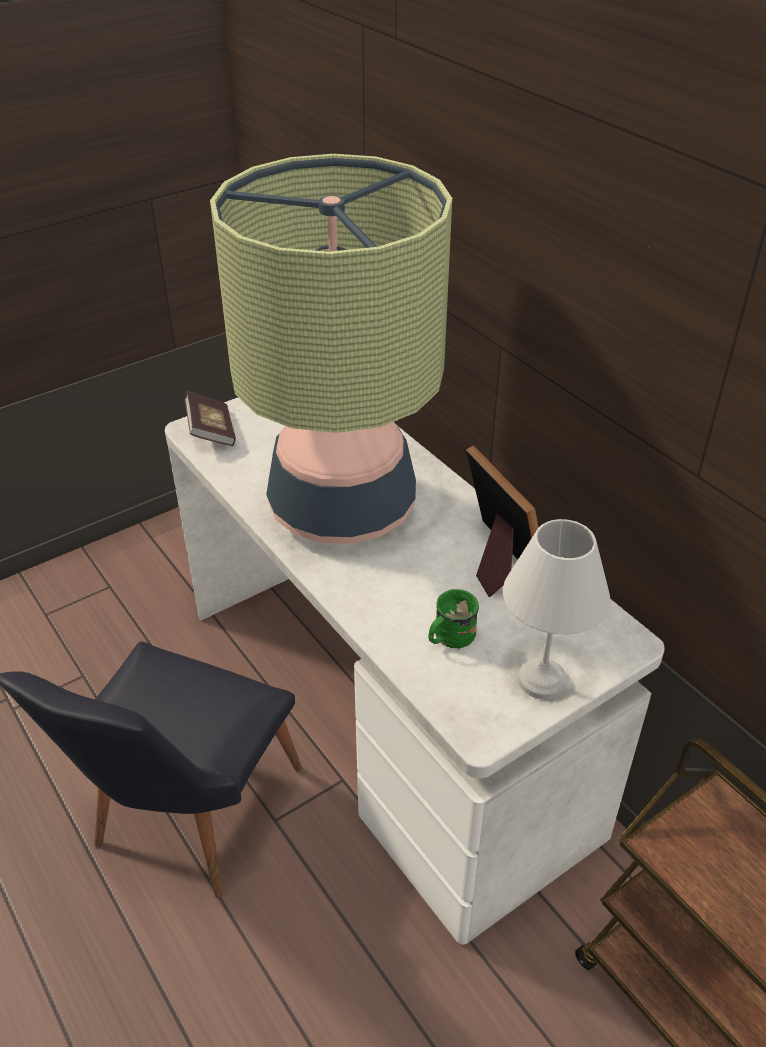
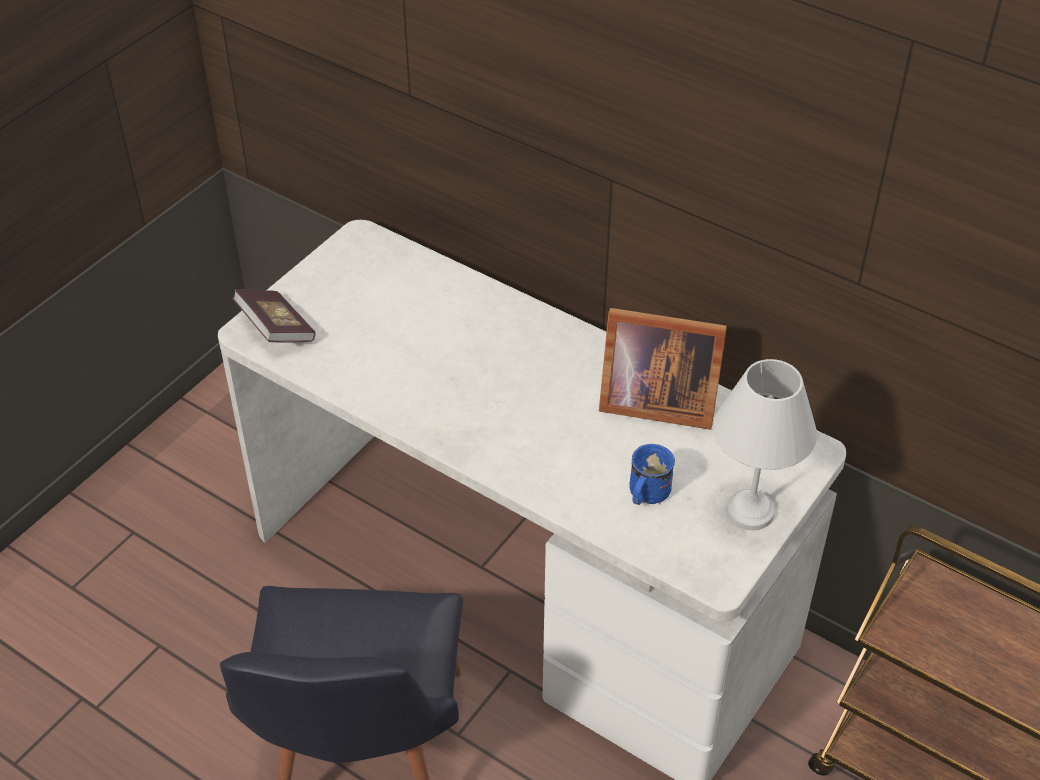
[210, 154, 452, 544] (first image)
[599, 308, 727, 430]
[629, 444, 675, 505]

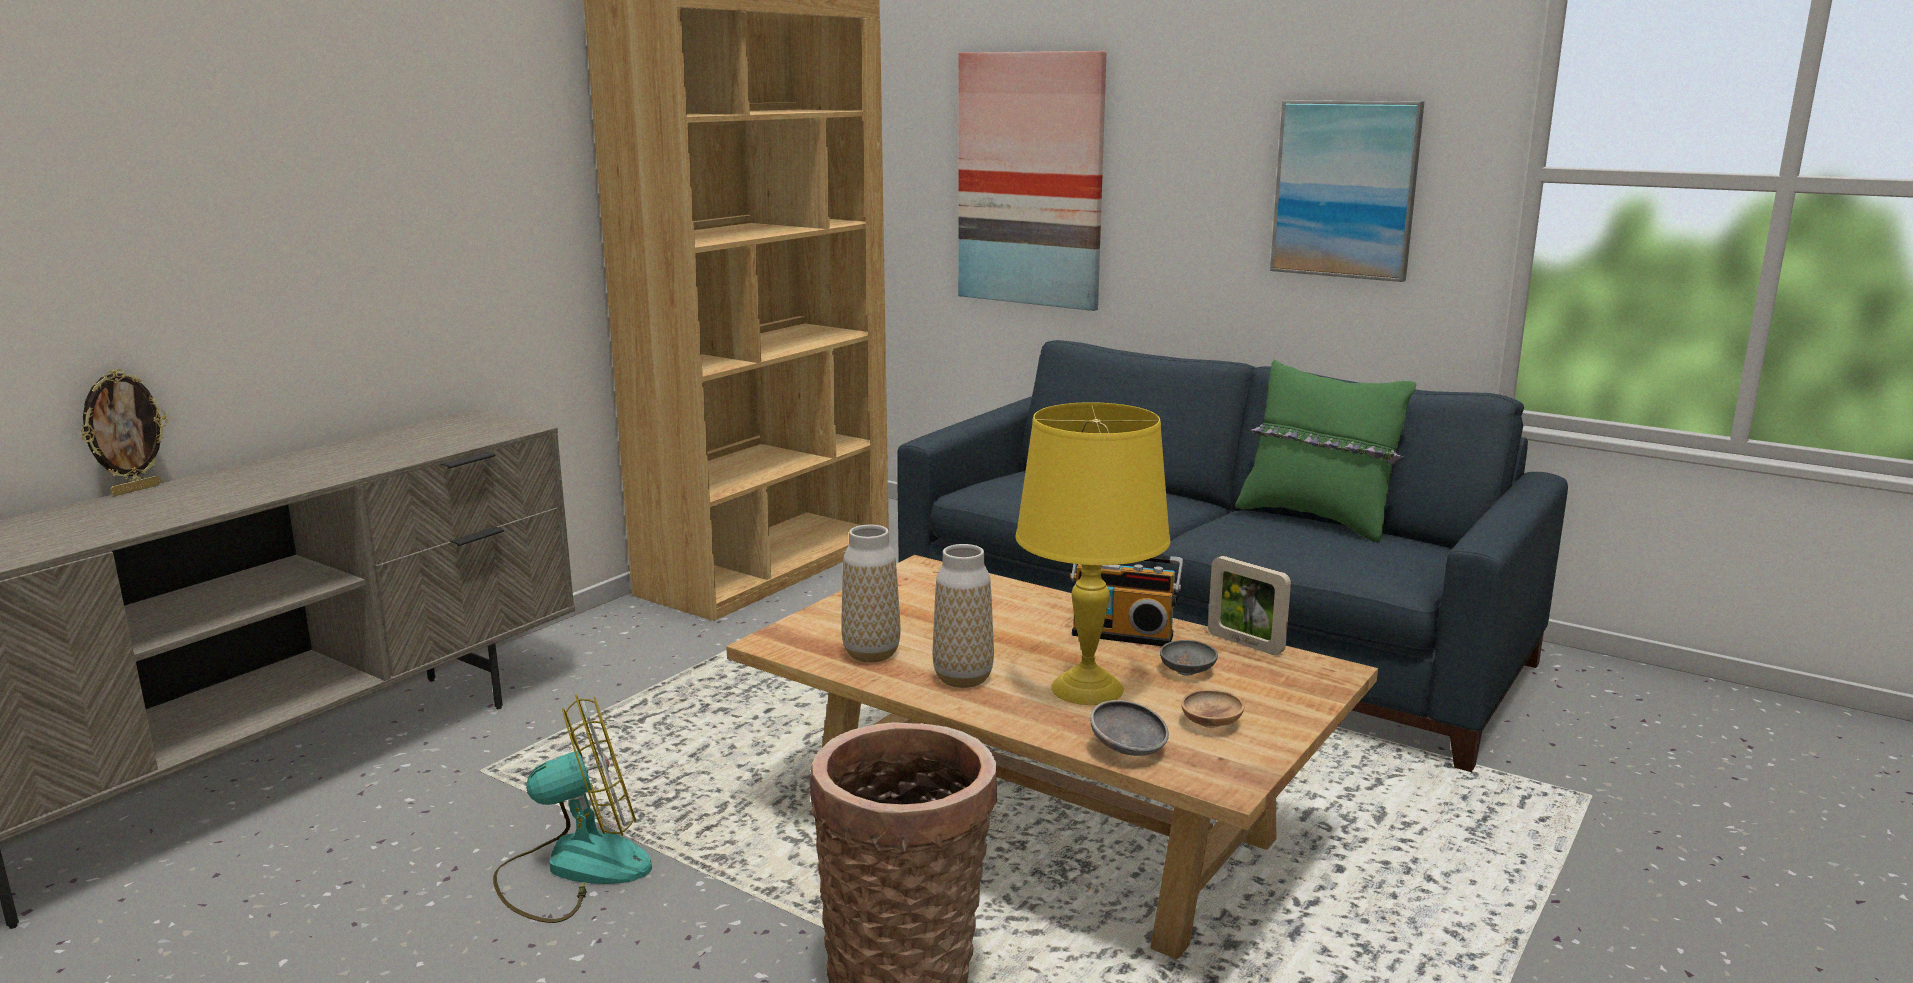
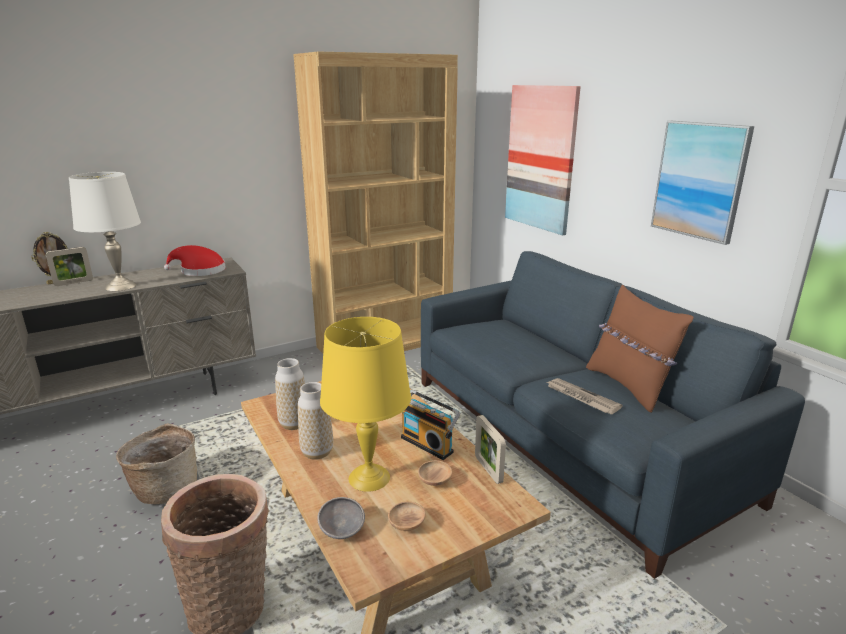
[586, 285, 694, 413]
[418, 460, 452, 486]
[116, 423, 197, 504]
[69, 172, 141, 291]
[164, 245, 226, 276]
[46, 247, 93, 286]
[547, 378, 623, 414]

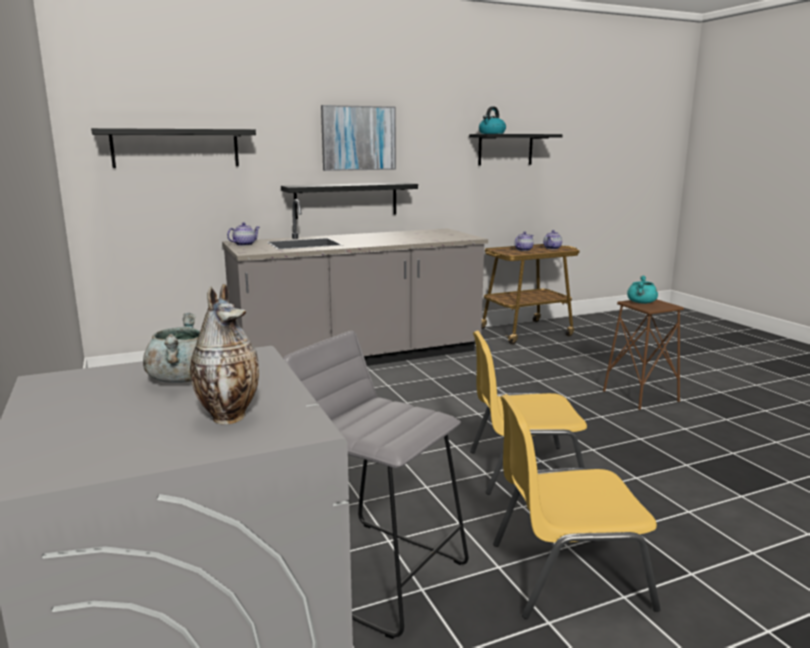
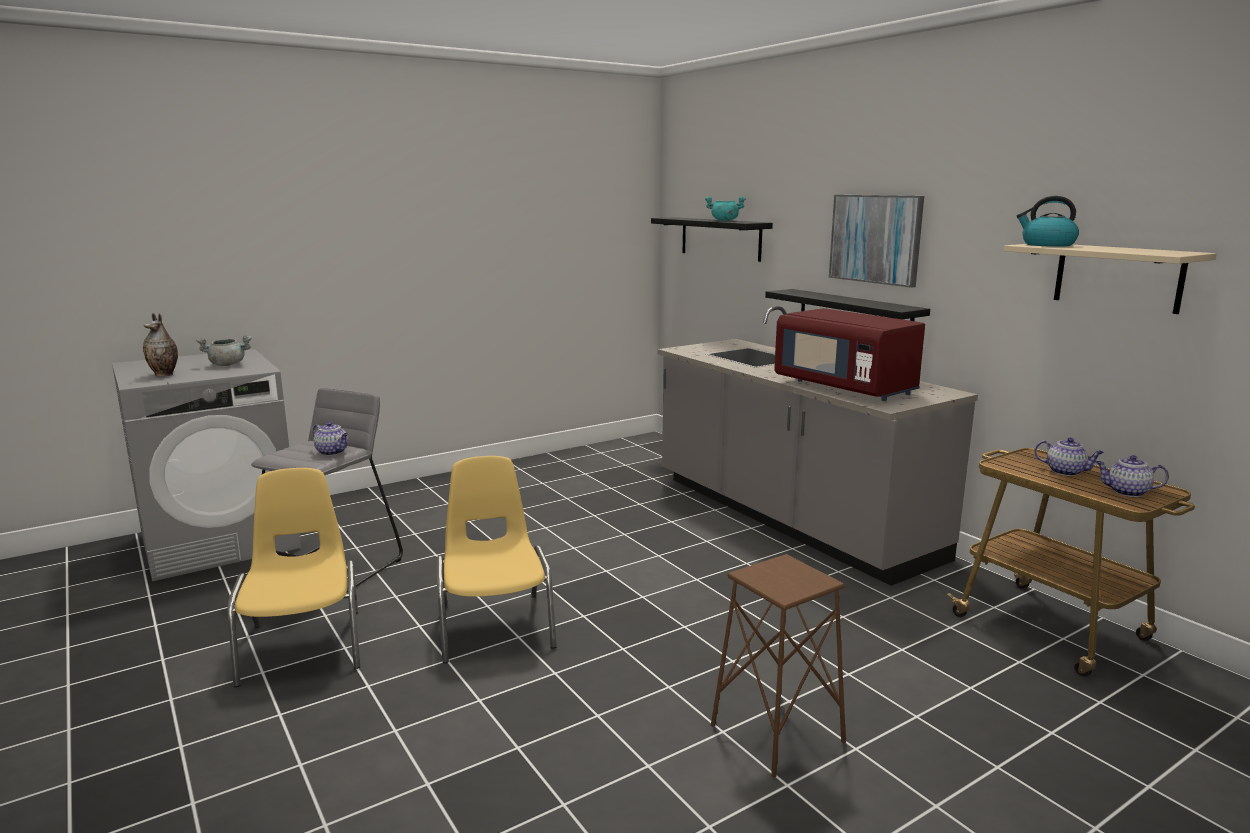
[1004, 244, 1217, 314]
[312, 422, 348, 456]
[705, 196, 746, 221]
[774, 308, 925, 401]

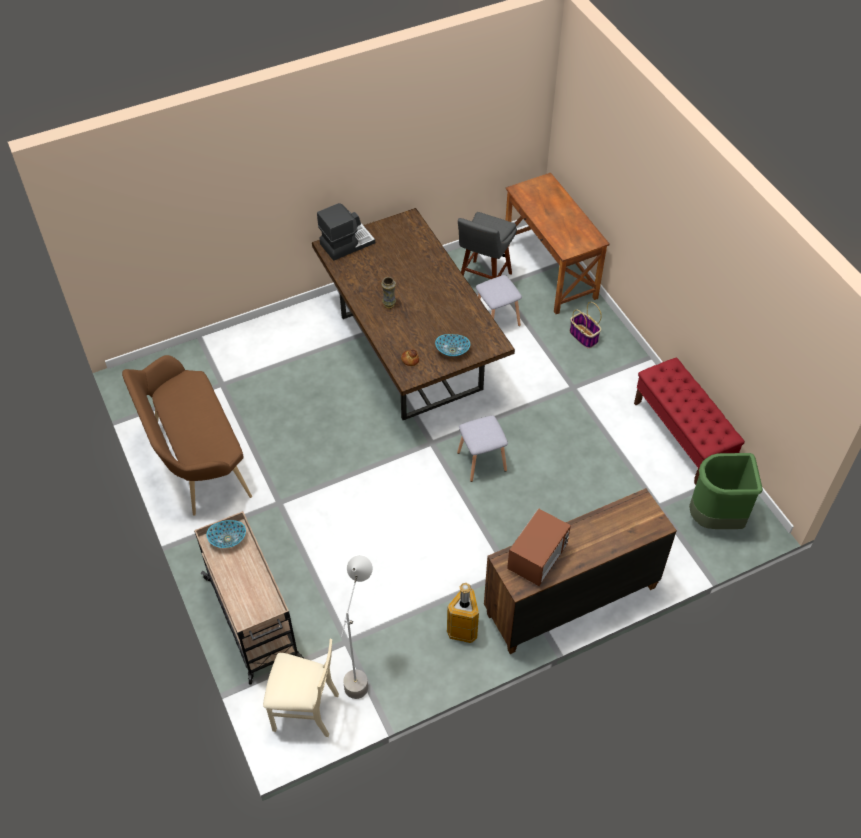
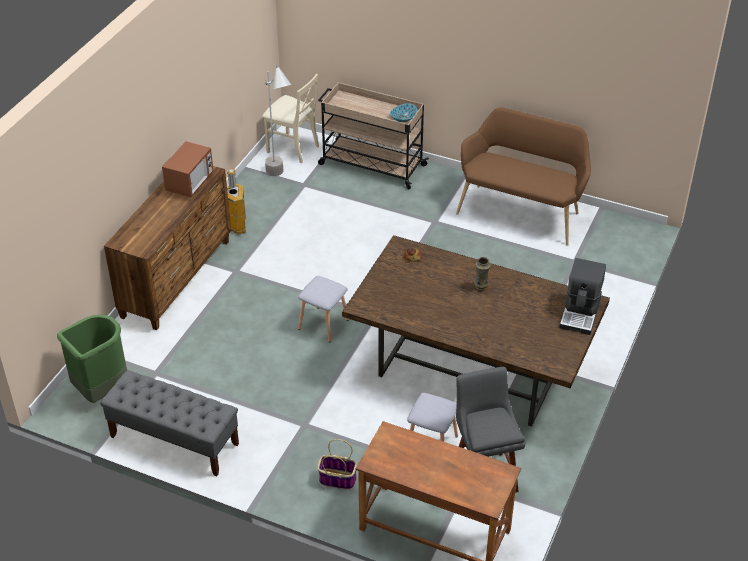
[435, 334, 470, 357] (first image)
[101, 370, 239, 476]
[162, 141, 214, 197]
[263, 74, 319, 163]

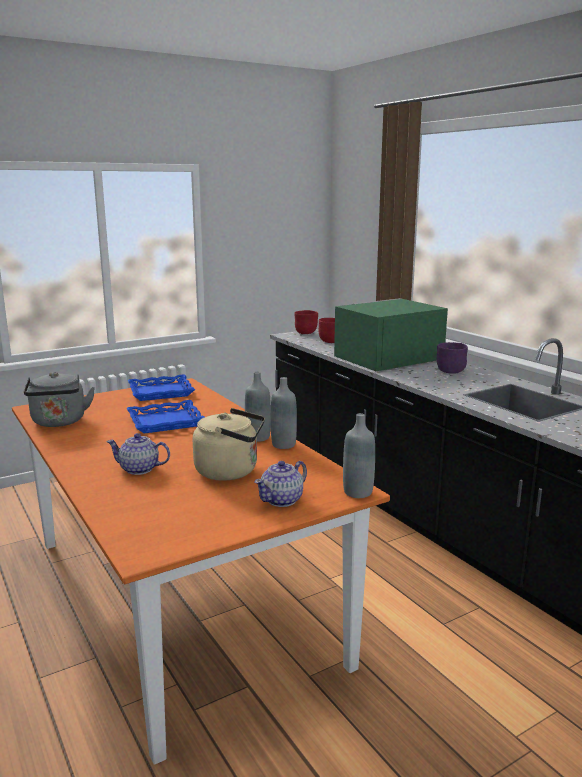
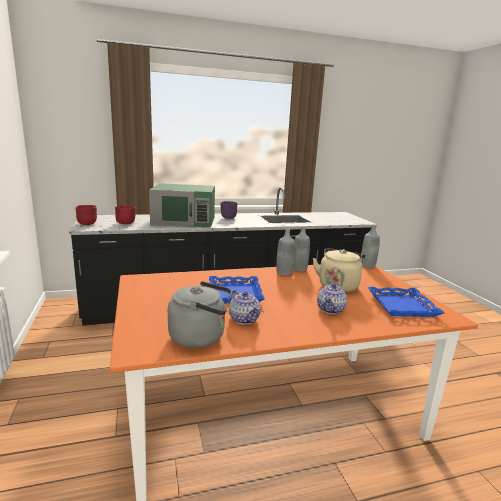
[149, 183, 215, 227]
[367, 287, 445, 317]
[229, 290, 261, 325]

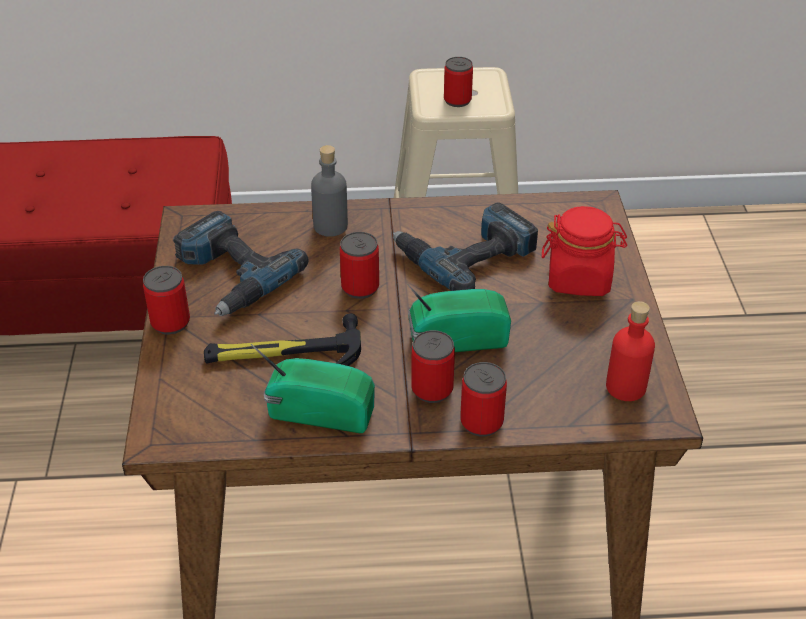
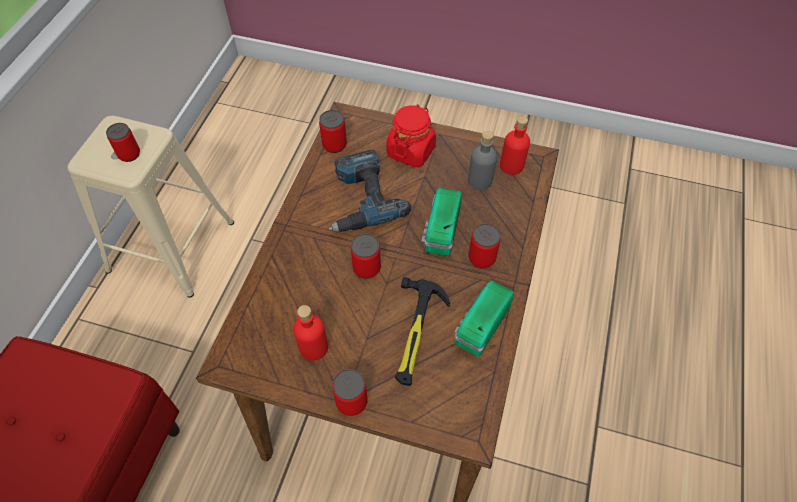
[468, 131, 497, 190]
[293, 305, 328, 361]
[319, 110, 347, 153]

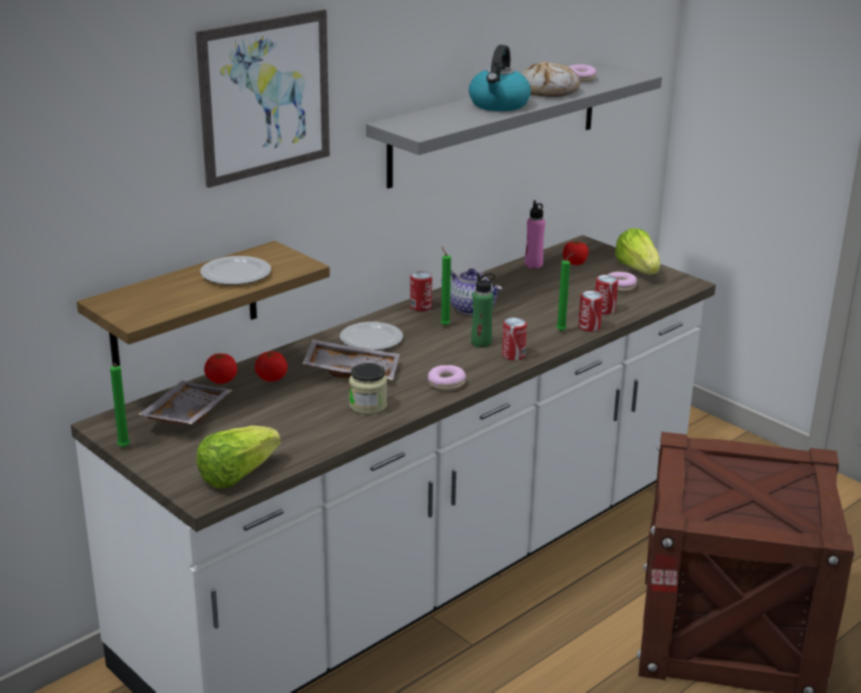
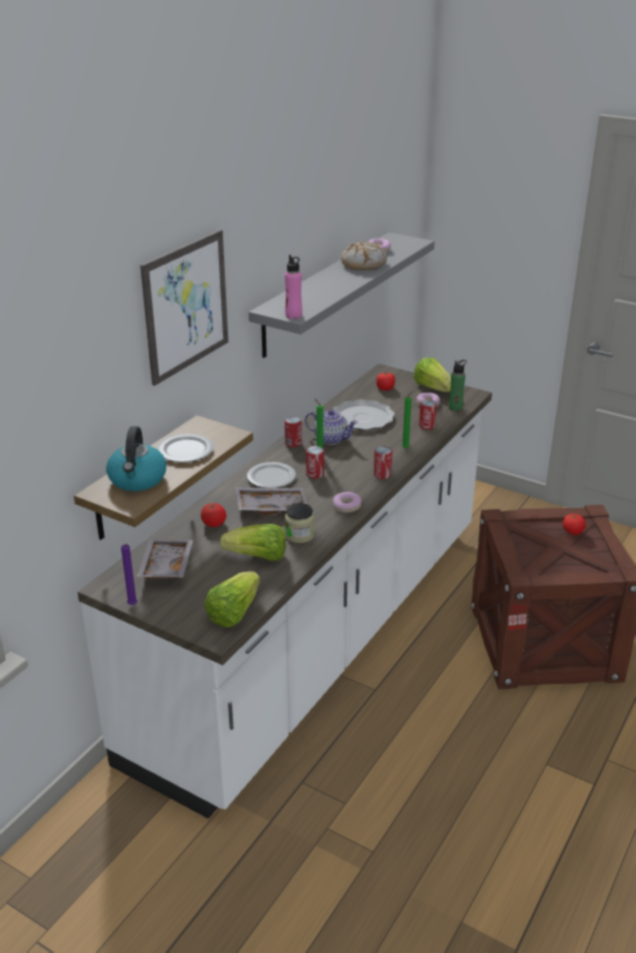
[106, 426, 166, 491]
[285, 255, 302, 319]
[449, 360, 467, 411]
[306, 446, 324, 479]
[563, 514, 586, 535]
[121, 544, 137, 605]
[333, 399, 395, 430]
[220, 524, 286, 561]

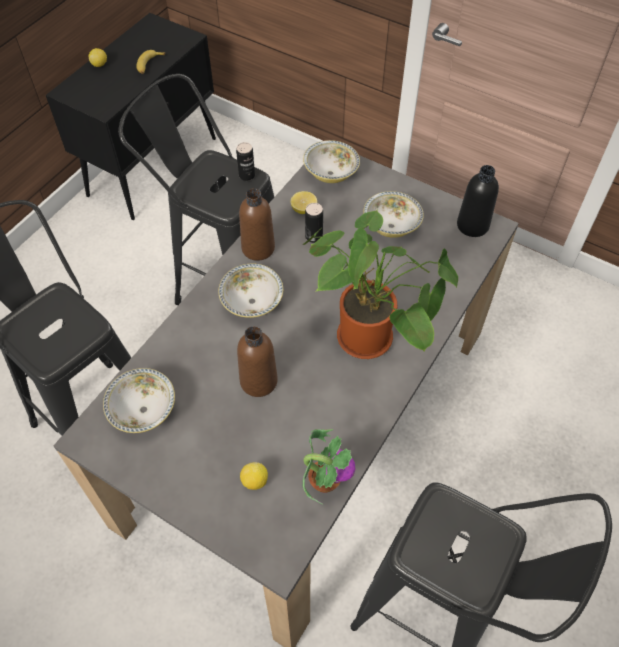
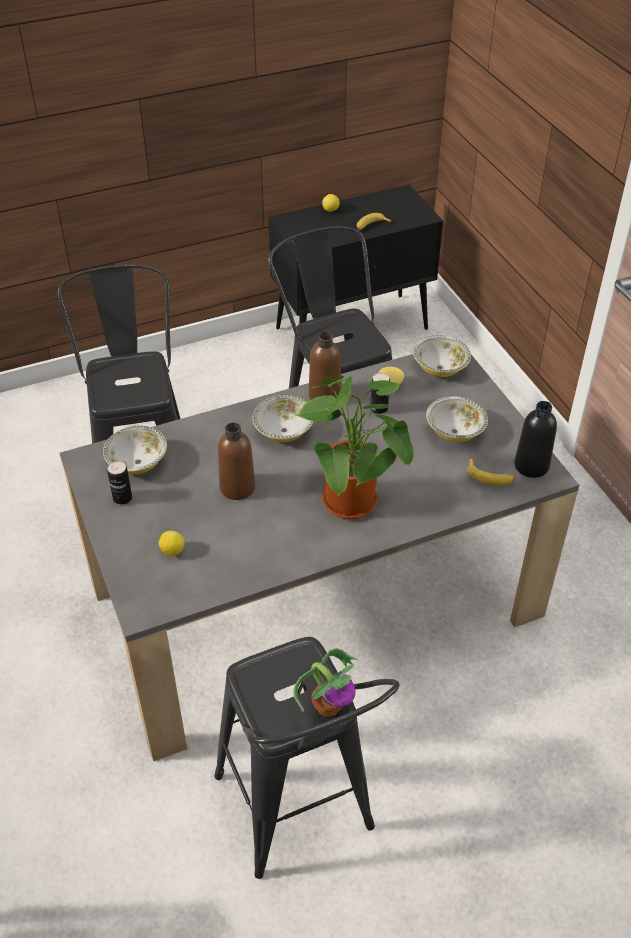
[107, 461, 132, 505]
[294, 648, 358, 717]
[467, 458, 516, 486]

